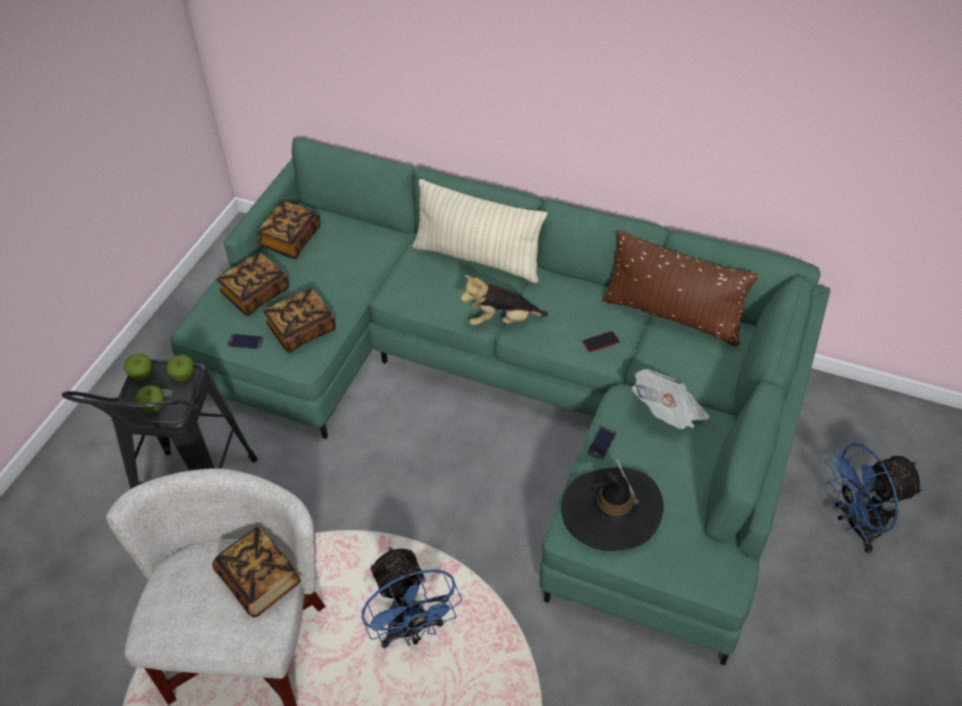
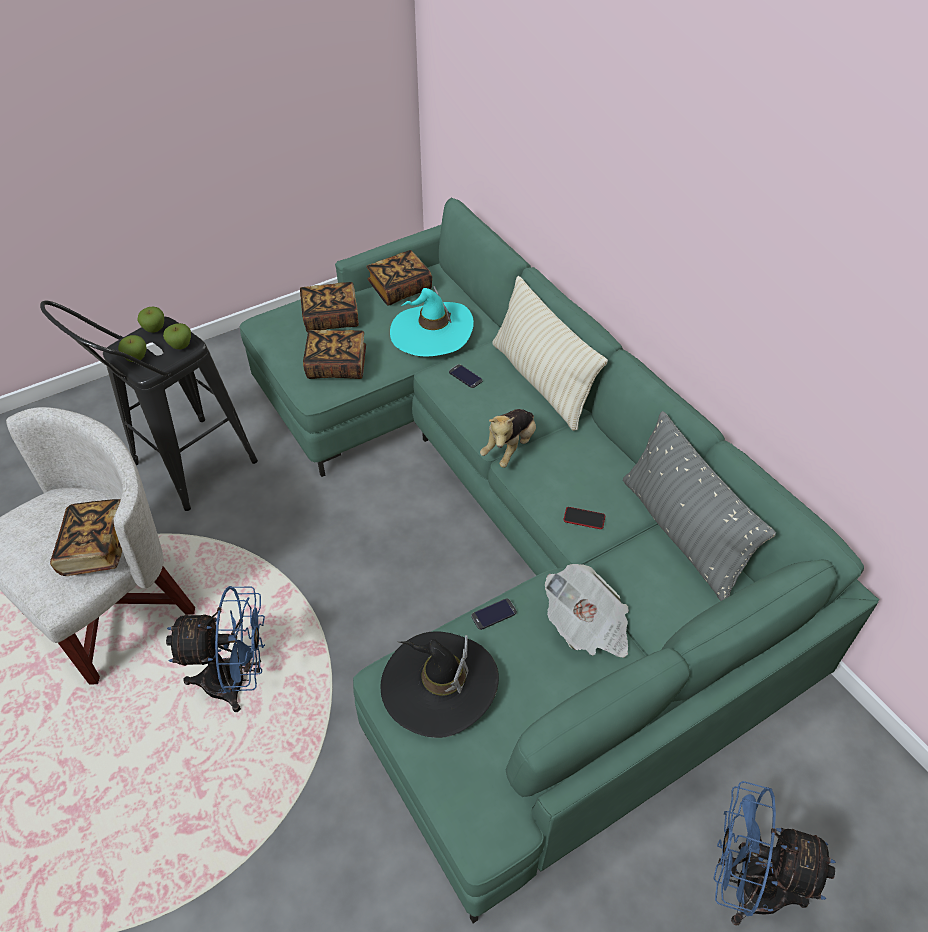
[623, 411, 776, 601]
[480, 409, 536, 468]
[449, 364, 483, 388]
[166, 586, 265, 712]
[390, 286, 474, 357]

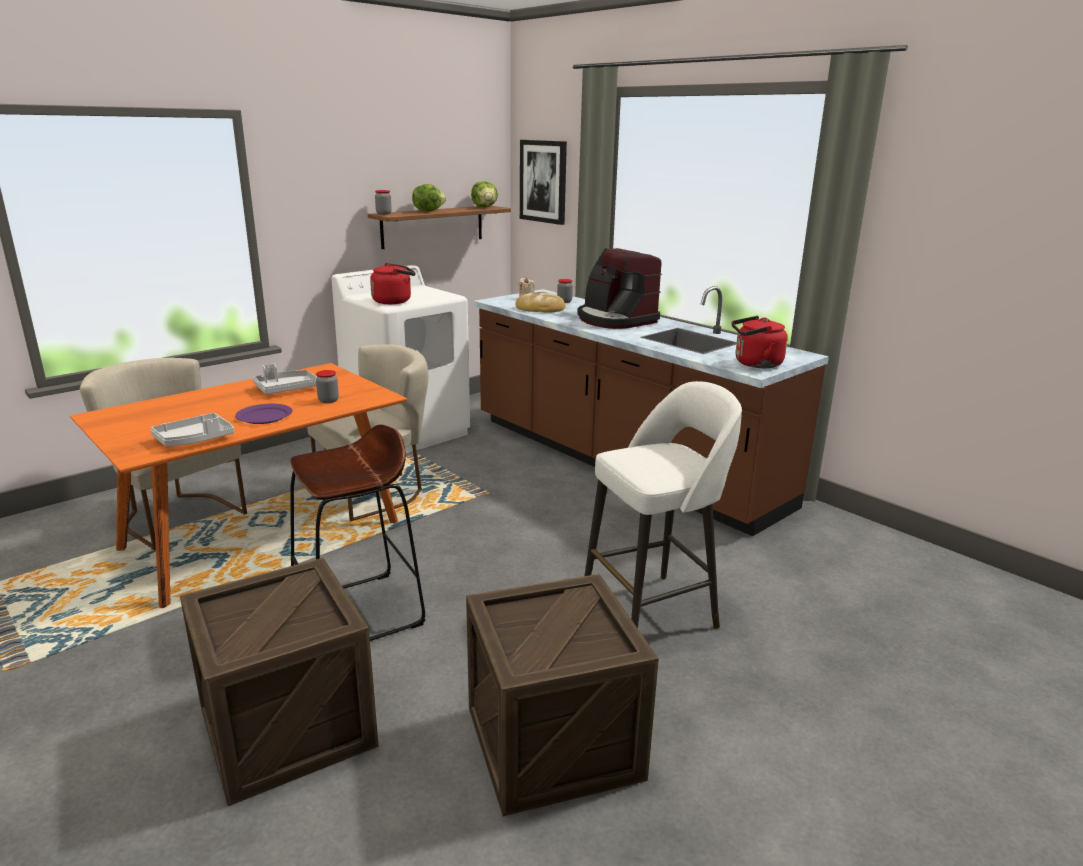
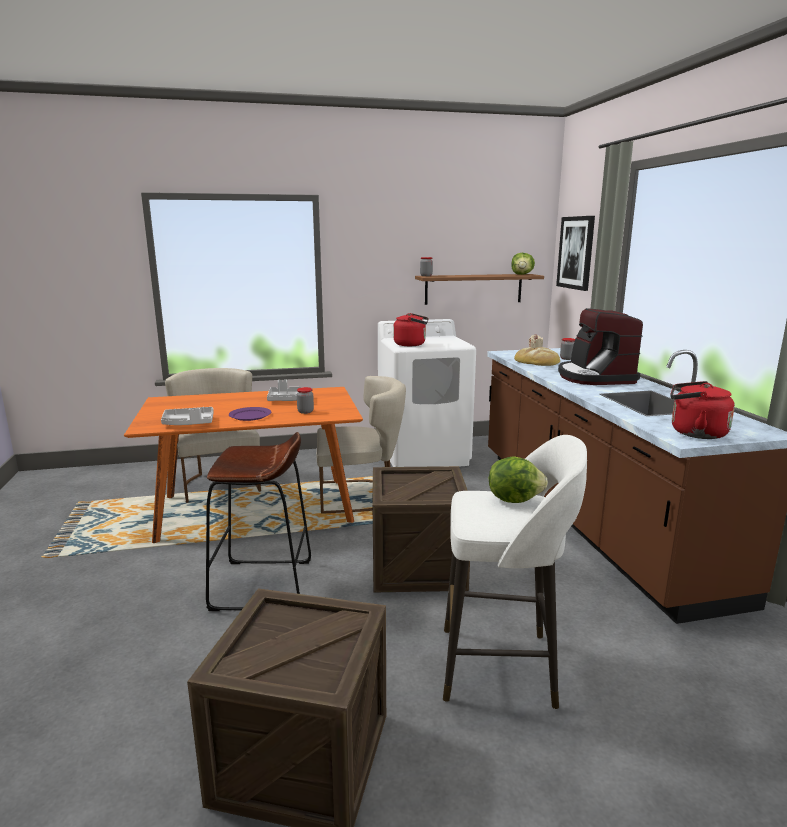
[489, 456, 548, 503]
[373, 466, 470, 592]

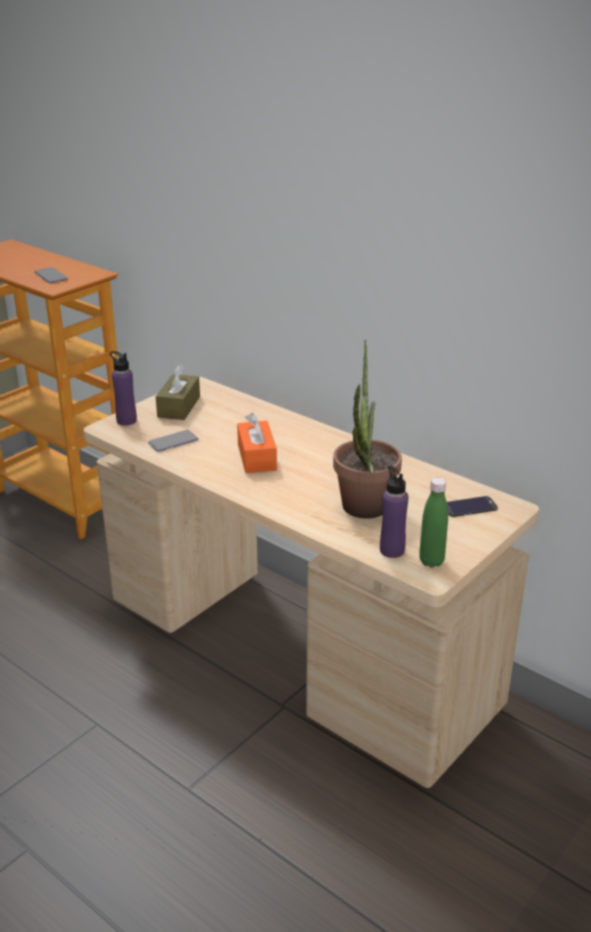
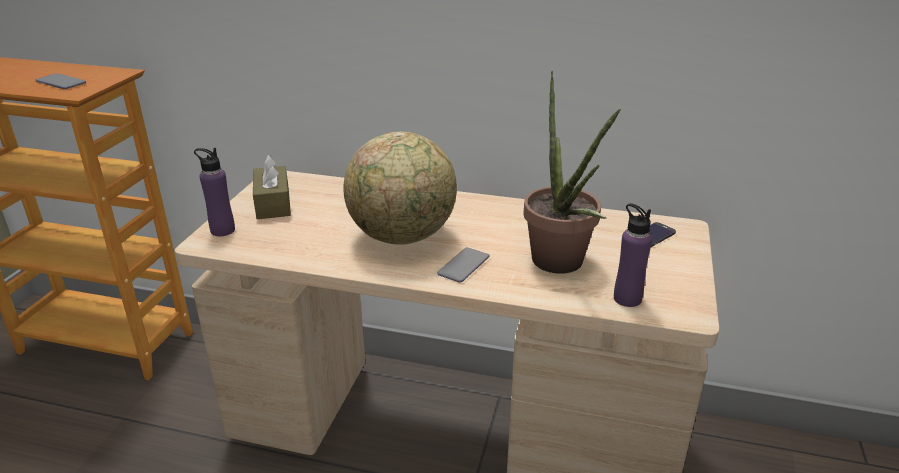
[343, 132, 457, 245]
[437, 247, 489, 283]
[419, 478, 448, 567] (first image)

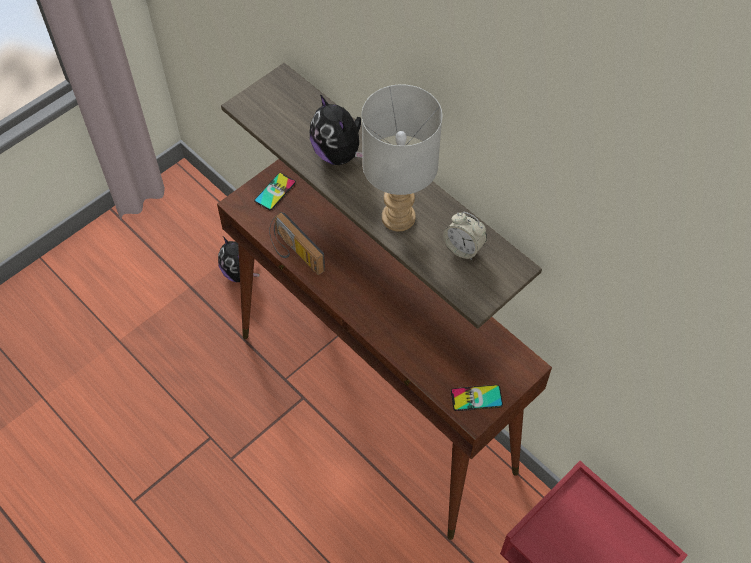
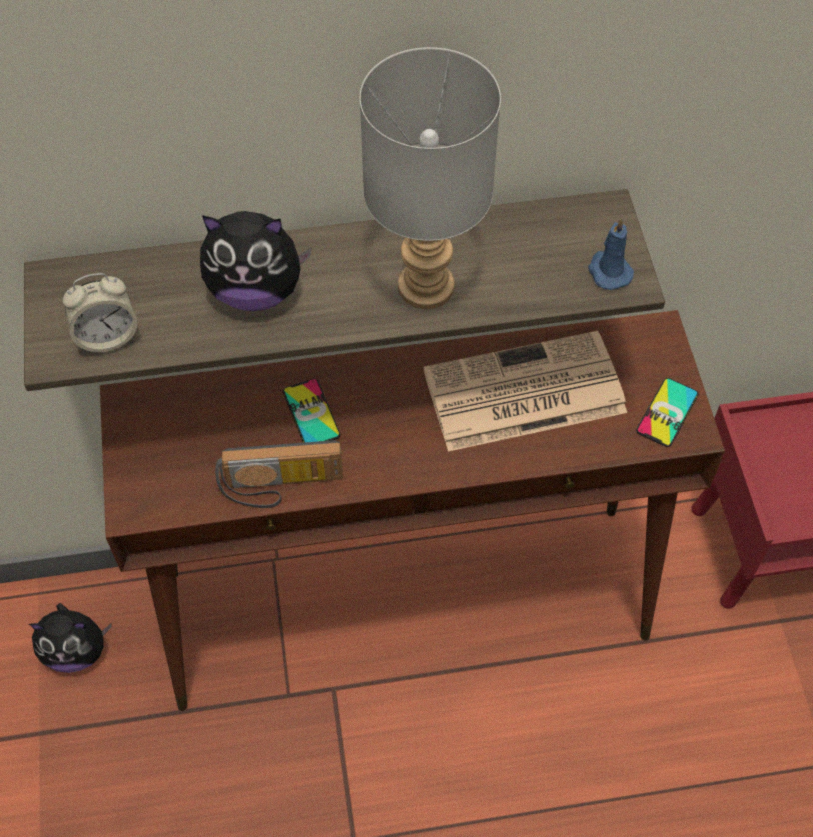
[283, 379, 340, 443]
[63, 273, 137, 353]
[588, 218, 634, 290]
[423, 331, 627, 452]

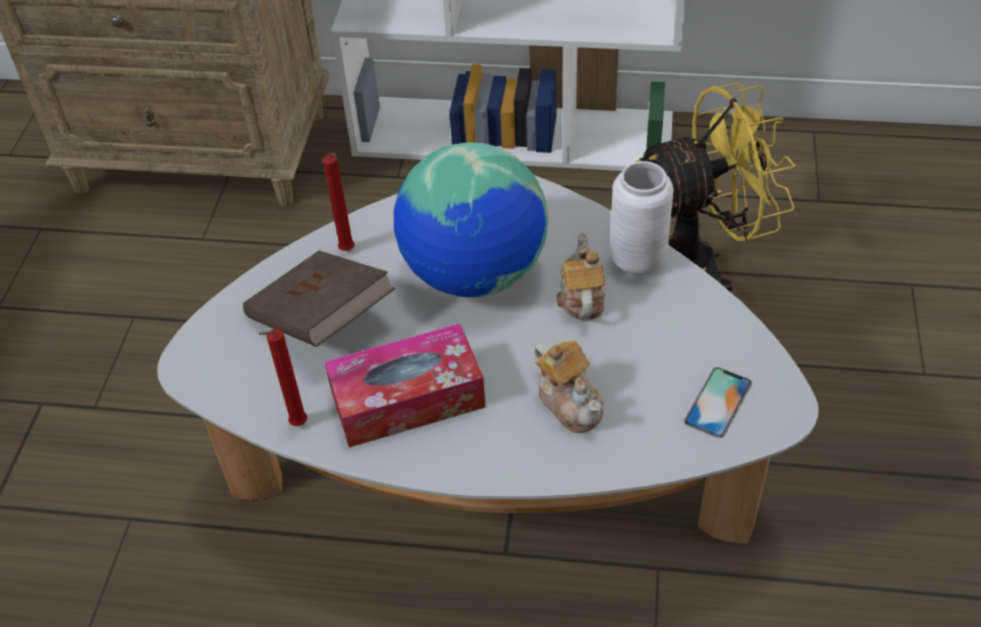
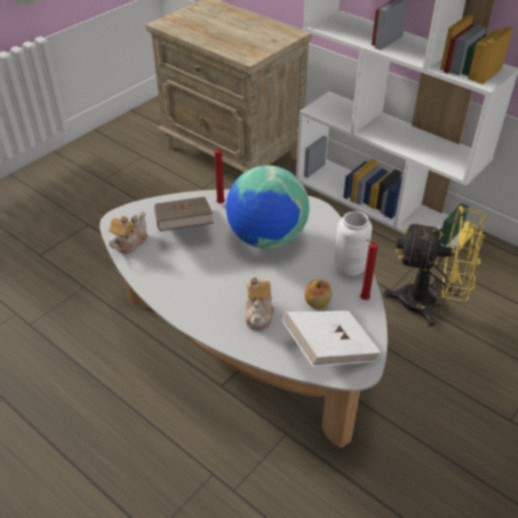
[109, 212, 148, 254]
[324, 323, 486, 448] (first image)
[360, 240, 378, 300]
[282, 311, 381, 367]
[305, 279, 332, 309]

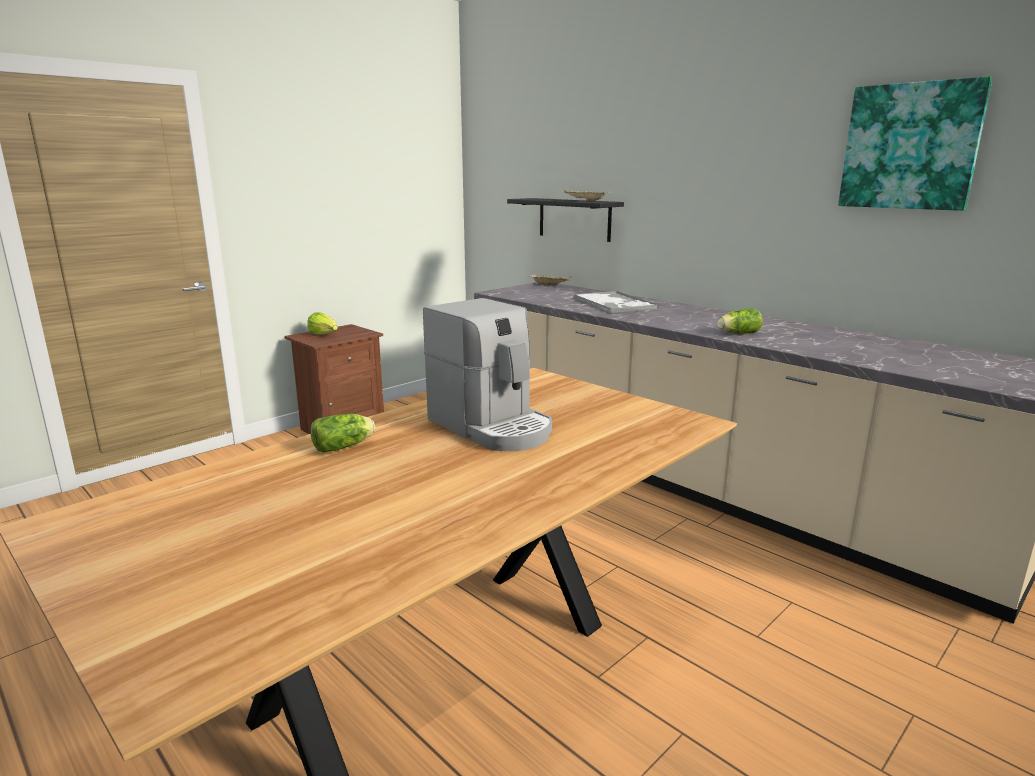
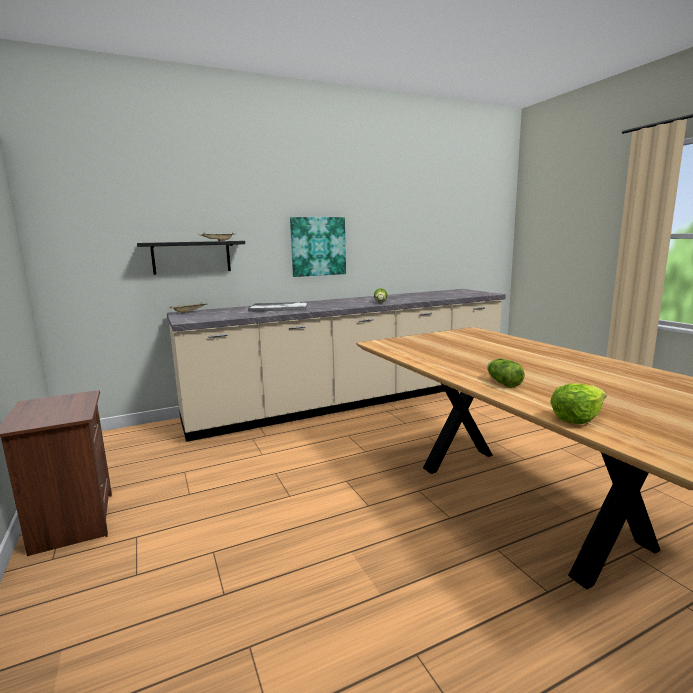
[290, 217, 346, 277]
[423, 298, 552, 451] (first image)
[550, 383, 607, 424]

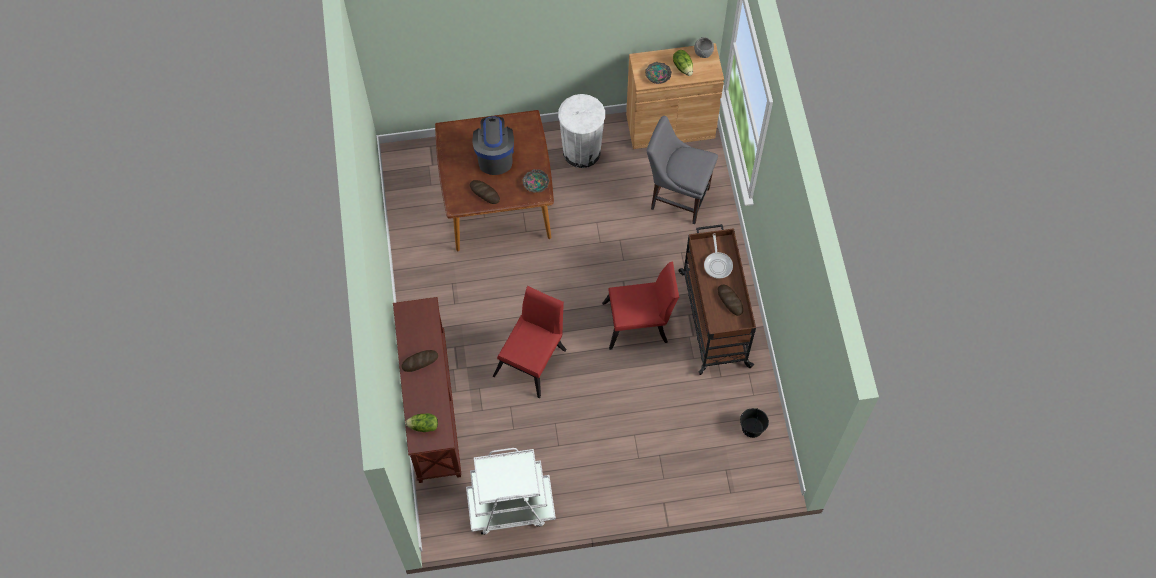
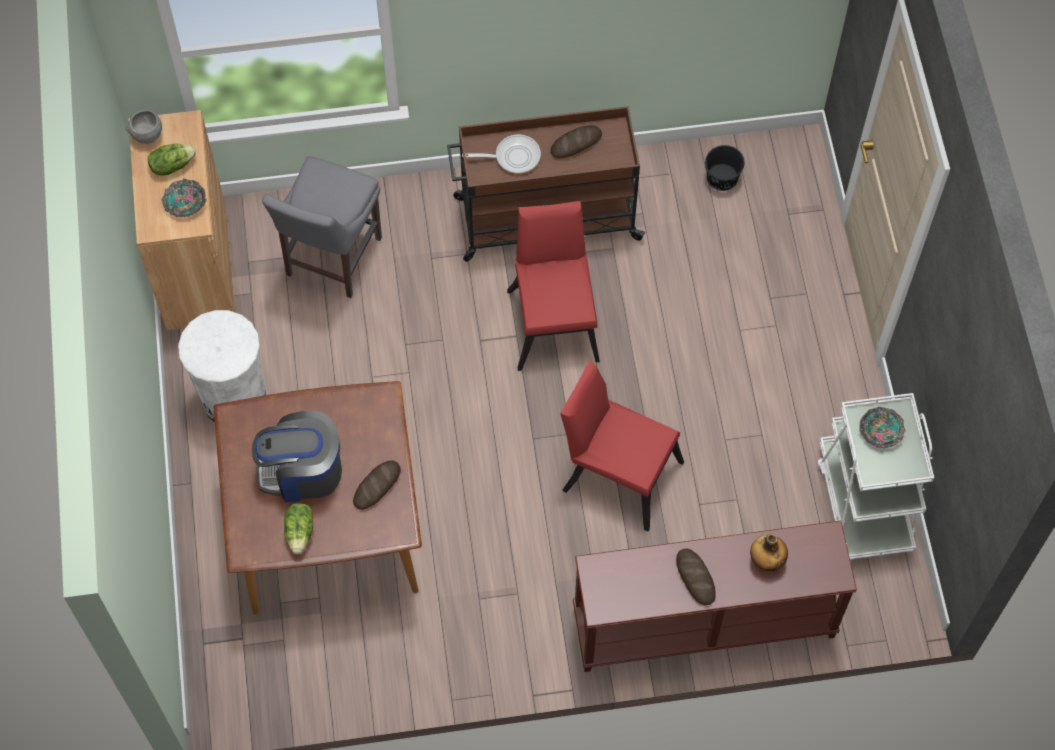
[859, 407, 906, 448]
[284, 503, 313, 554]
[750, 534, 788, 571]

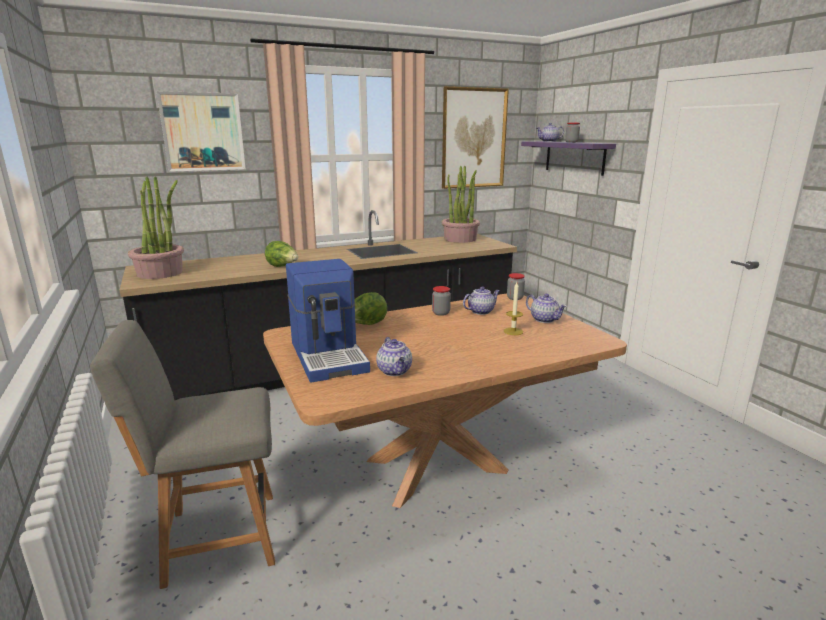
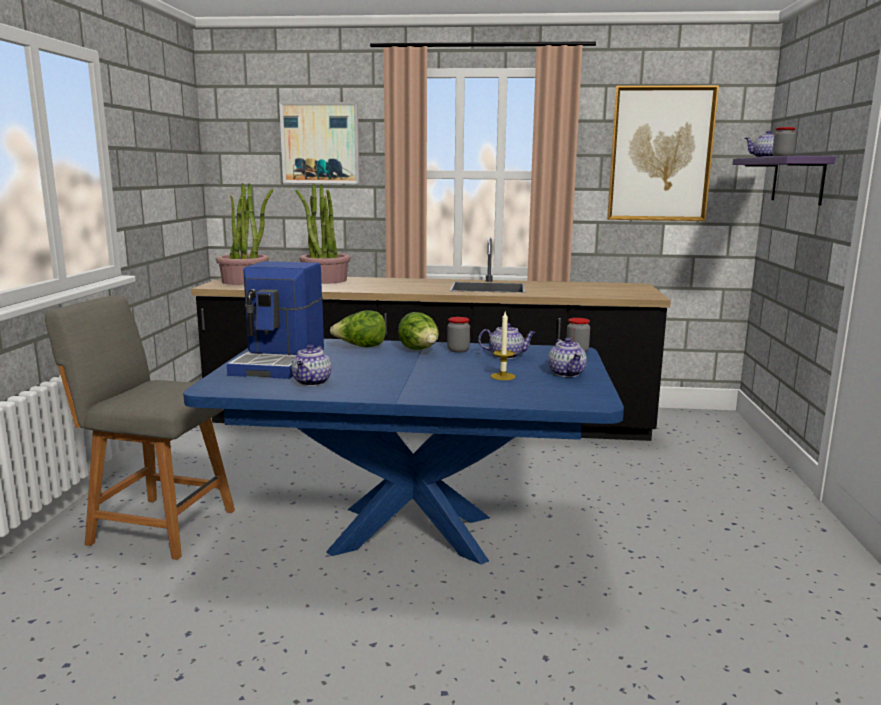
[296, 184, 351, 284]
[398, 312, 439, 350]
[183, 339, 624, 564]

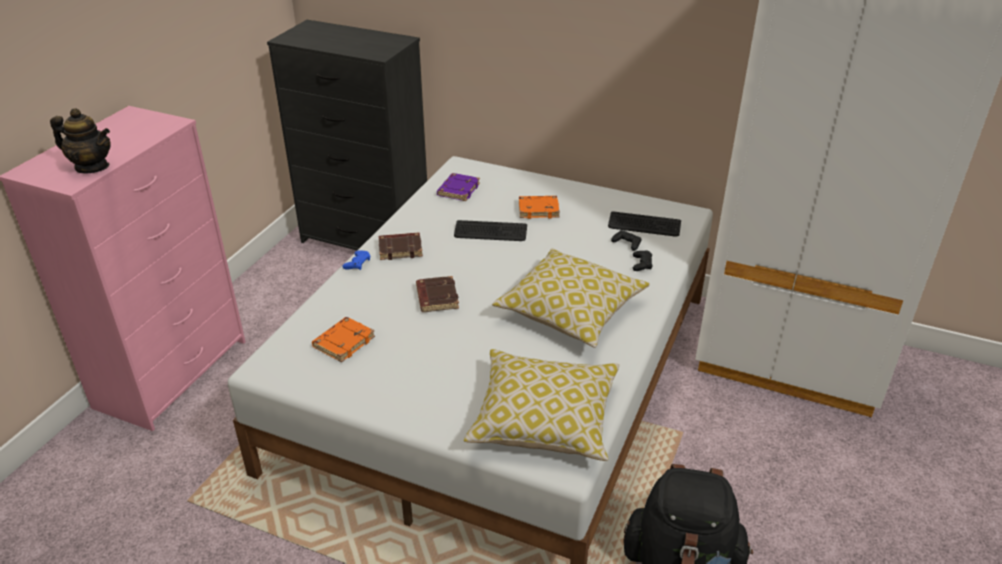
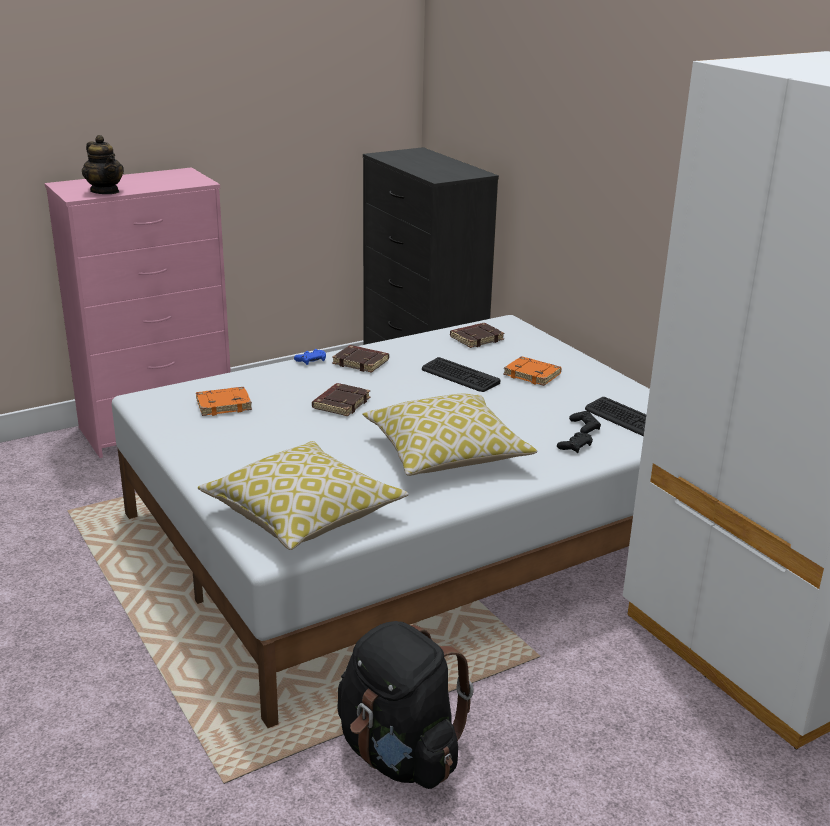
[450, 323, 505, 348]

